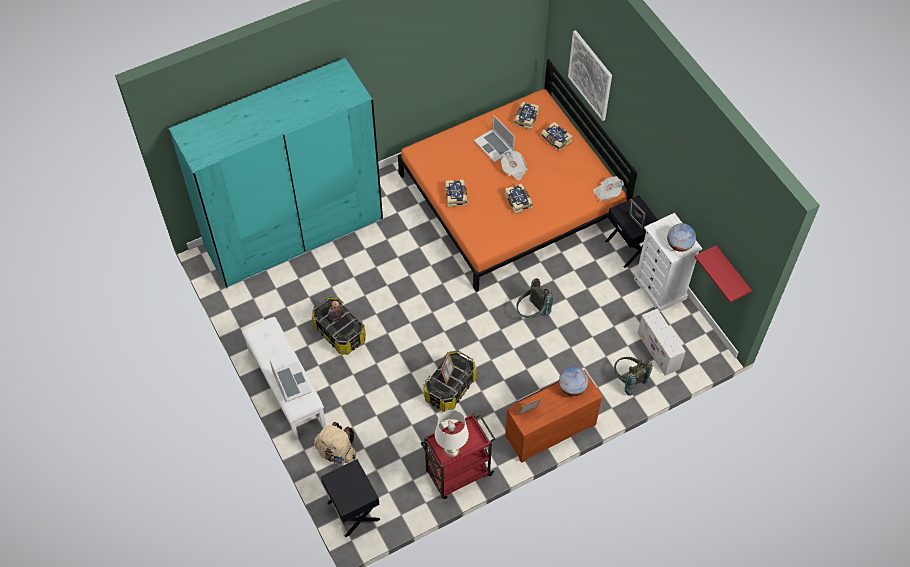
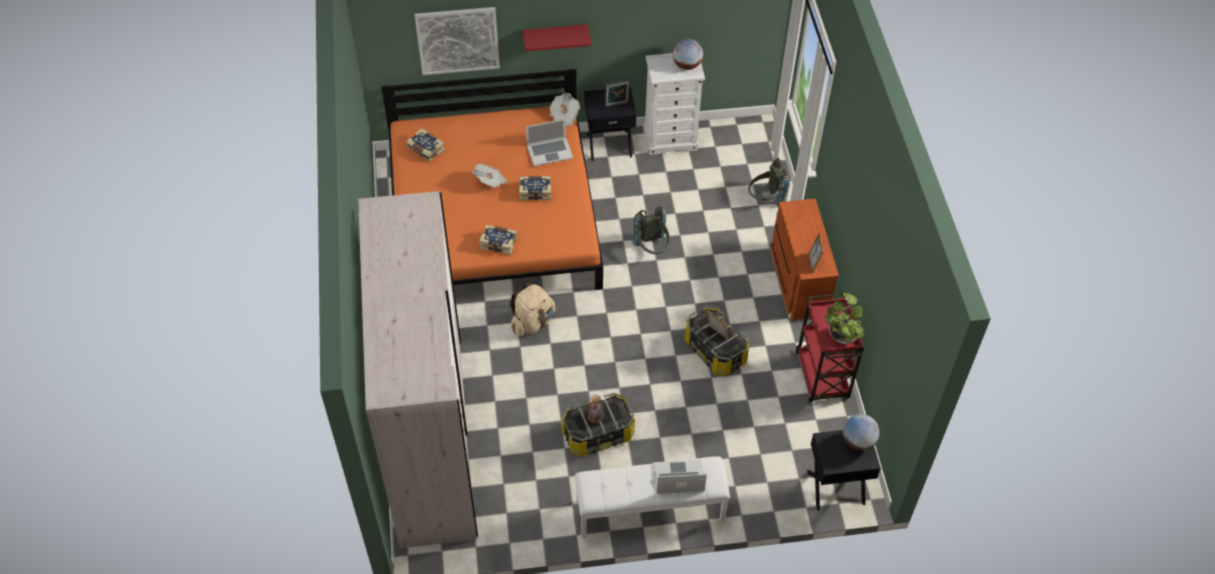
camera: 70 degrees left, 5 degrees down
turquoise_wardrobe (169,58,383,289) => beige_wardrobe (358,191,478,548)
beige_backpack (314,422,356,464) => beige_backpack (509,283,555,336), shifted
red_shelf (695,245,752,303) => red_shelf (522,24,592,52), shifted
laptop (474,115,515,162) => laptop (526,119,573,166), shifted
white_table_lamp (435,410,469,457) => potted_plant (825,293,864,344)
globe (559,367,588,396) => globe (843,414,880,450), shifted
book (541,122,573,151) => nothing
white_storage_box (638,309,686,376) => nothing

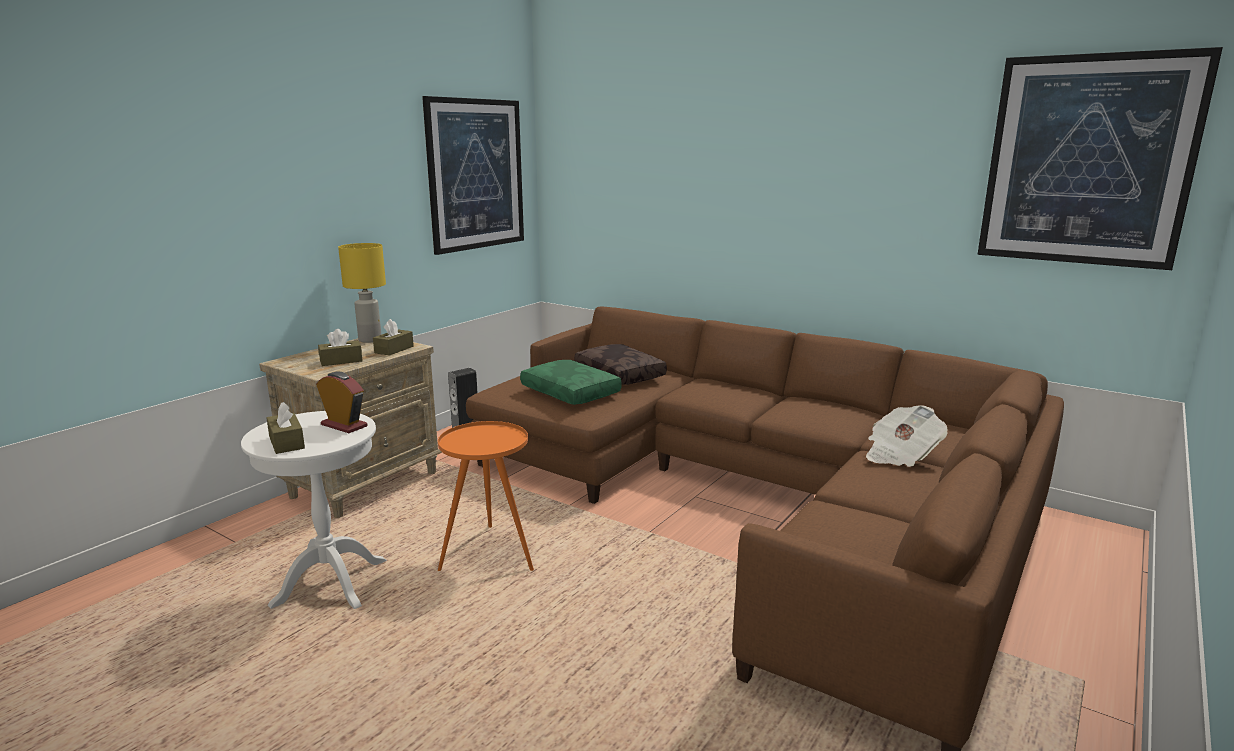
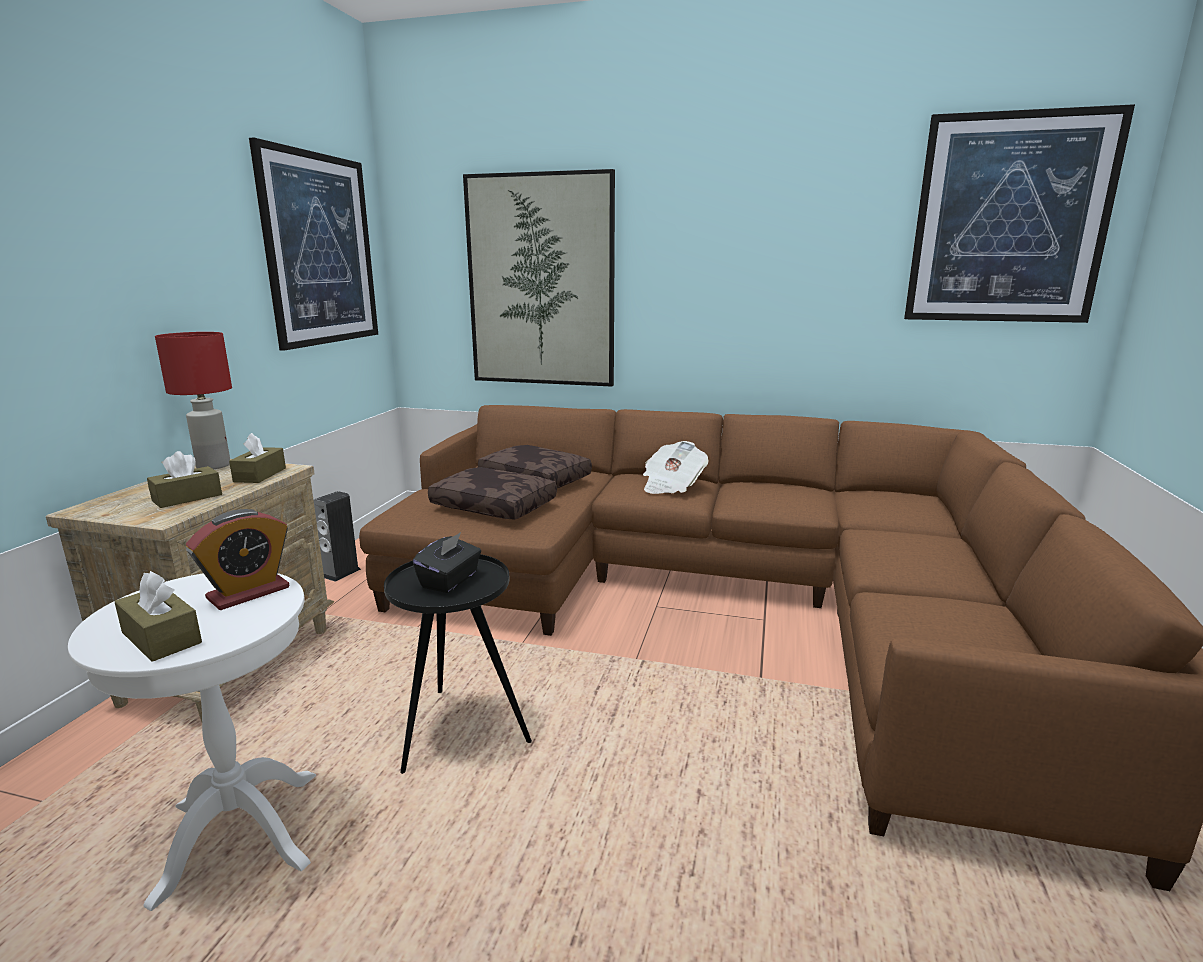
camera: 20 degrees left, 0 degrees up
yellow_table_lamp (338,243,386,343) => red_table_lamp (155,332,232,469)
alarm_clock (317,372,368,433) => alarm_clock (186,509,290,610), 120 degrees clockwise
orange_side_table (438,421,534,571) => black_side_table (384,554,532,774)
nothing => black_tissue_box (412,532,481,593)
green_pillow (520,360,622,405) => brown_pillow (428,467,557,519)
nothing => picture (463,169,615,387)
newspaper (866,405,948,467) => newspaper (643,441,709,494), shifted

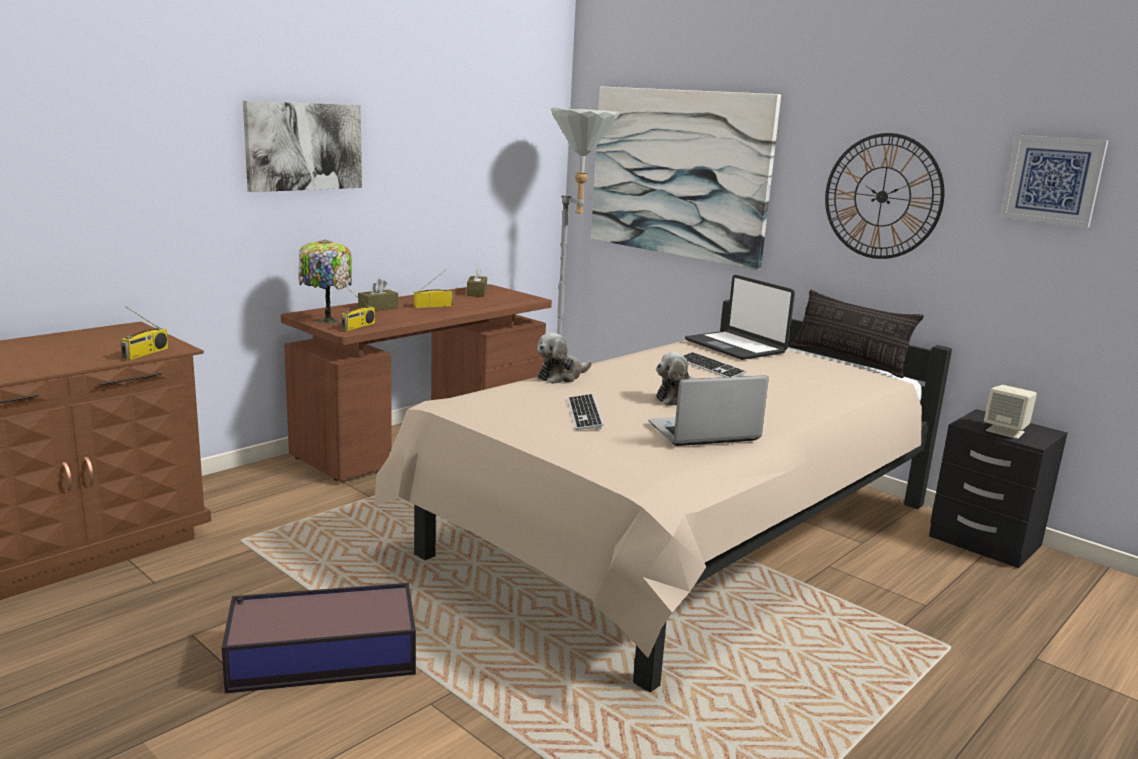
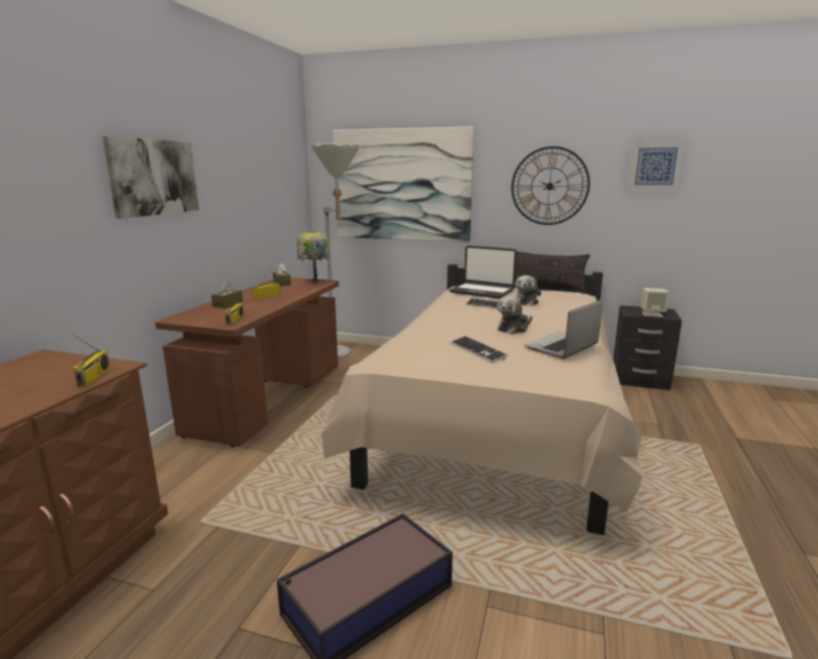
camera: 25 degrees left, 0 degrees up
table_lamp (299,240,352,324) => table_lamp (297,231,330,283), shifted
plush_toy (537,333,592,384) => plush_toy (514,275,541,306), shifted

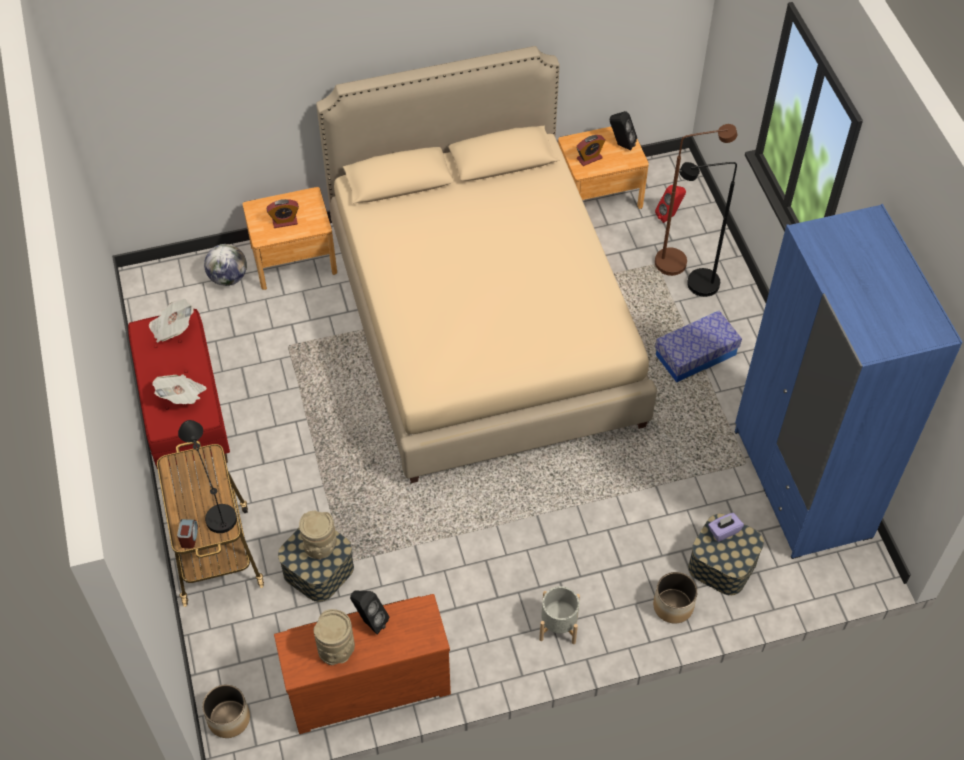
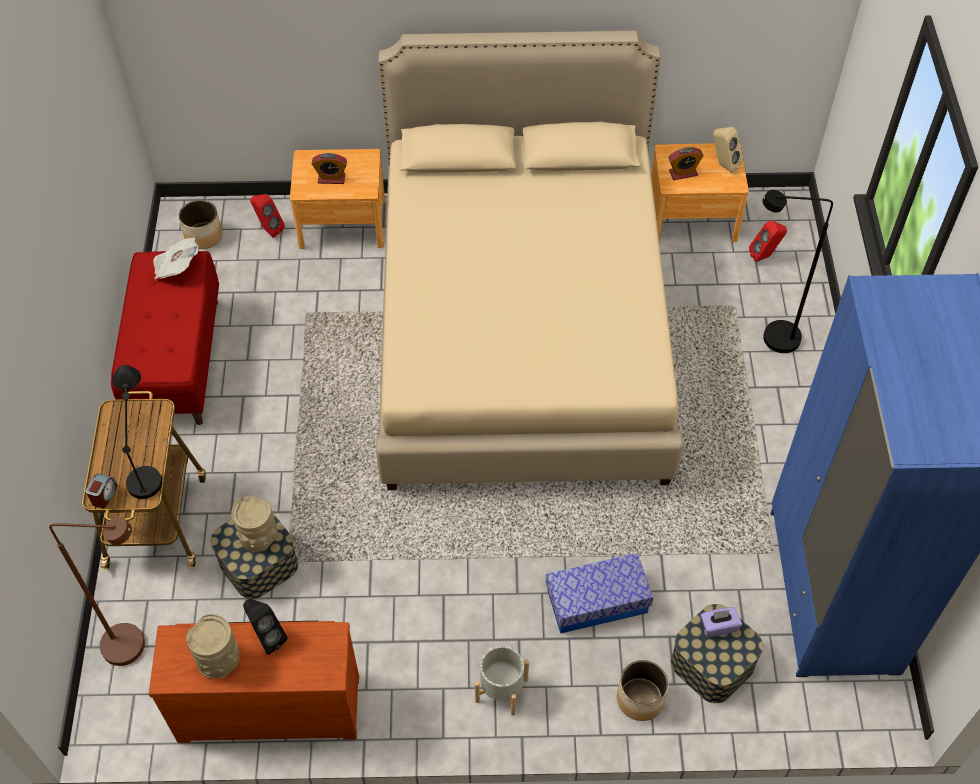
camera: 15 degrees right, 0 degrees up
brown_floor_lamp (655,124,737,276) => brown_floor_lamp (49,517,145,666), shifted
planter (202,685,250,738) => planter (179,200,223,249), shifted
globe (204,244,247,286) => red_speaker (250,194,285,238)
storage_box (655,311,742,383) => storage_box (546,553,653,634), shifted
black_speaker (610,111,637,151) => beige_speaker (713,127,743,173)
newspaper (152,374,207,404) => nothing

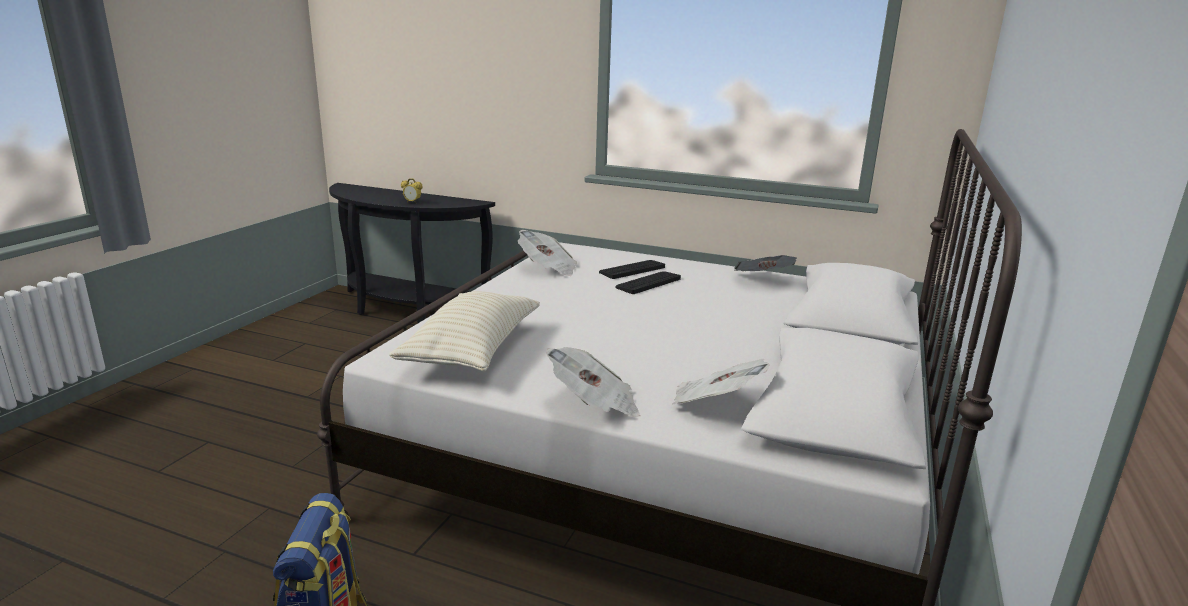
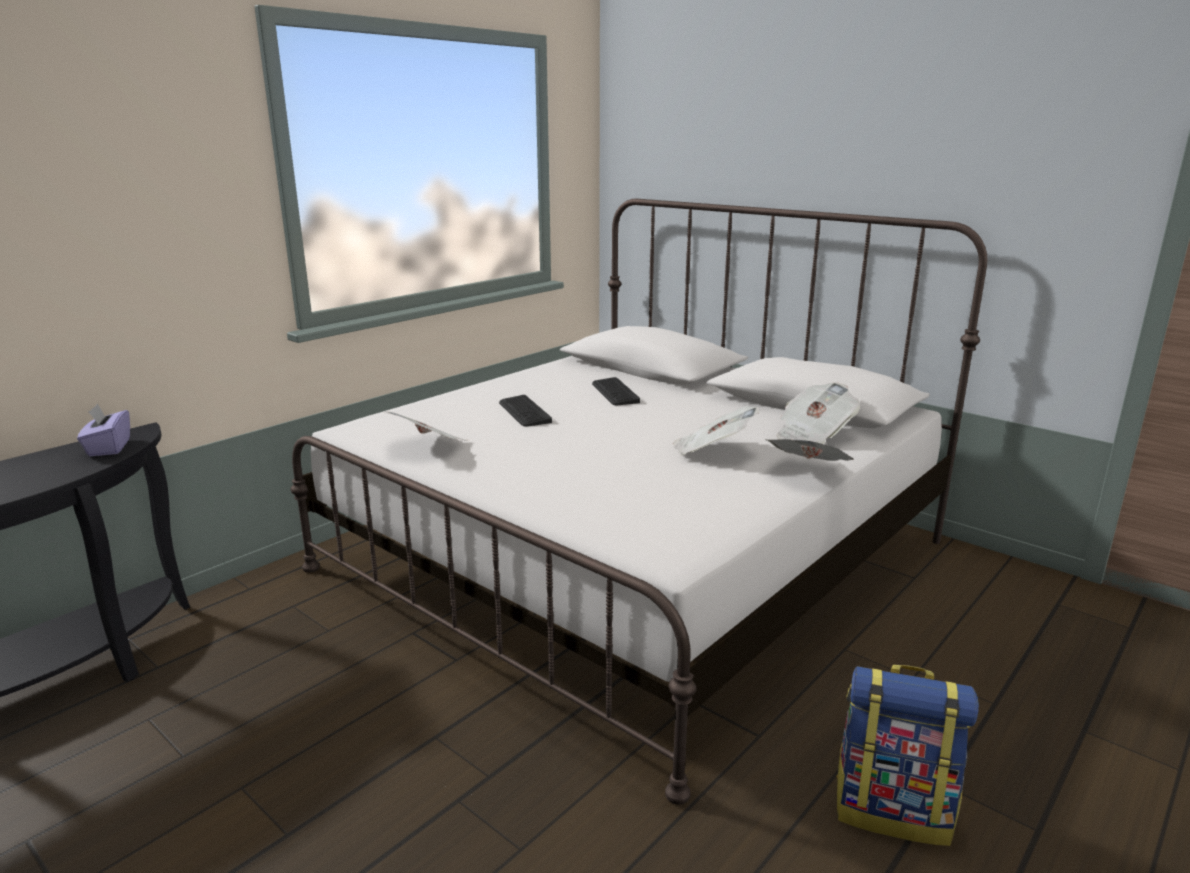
camera: 70 degrees left, 0 degrees up
nothing => purple_tissue_box (77,403,130,456)
keyboard (599,260,665,279) => keyboard (592,377,640,405), shifted
newspaper (734,255,797,271) => newspaper (673,406,759,456), shifted
beige_pillow (389,291,540,372) => nothing
alarm_clock (401,178,422,203) => nothing

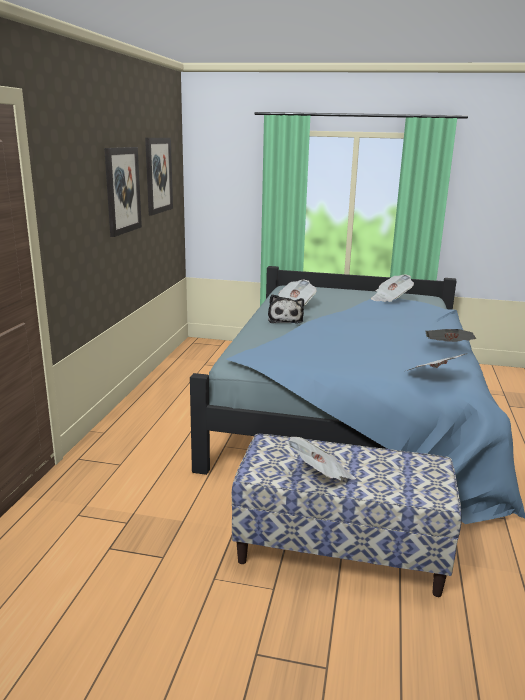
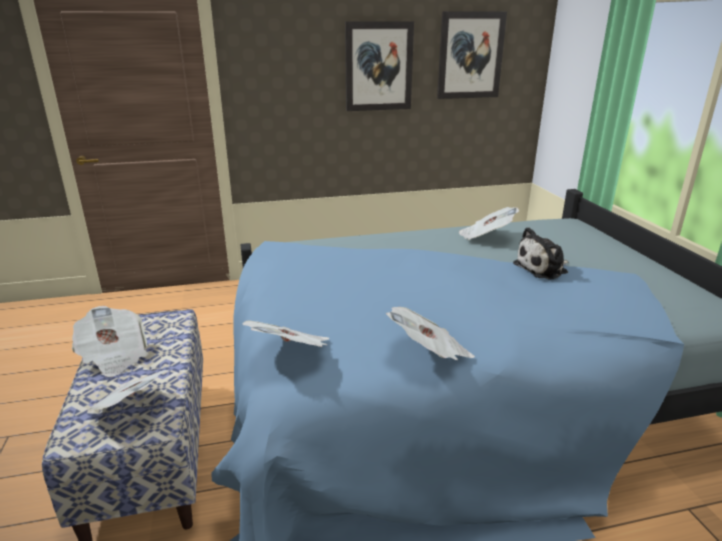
camera: 65 degrees right, 5 degrees up
newspaper (371,275,414,302) => newspaper (88,370,168,410), shifted
plush_toy (268,294,304,324) => plush_toy (513,227,568,280), shifted

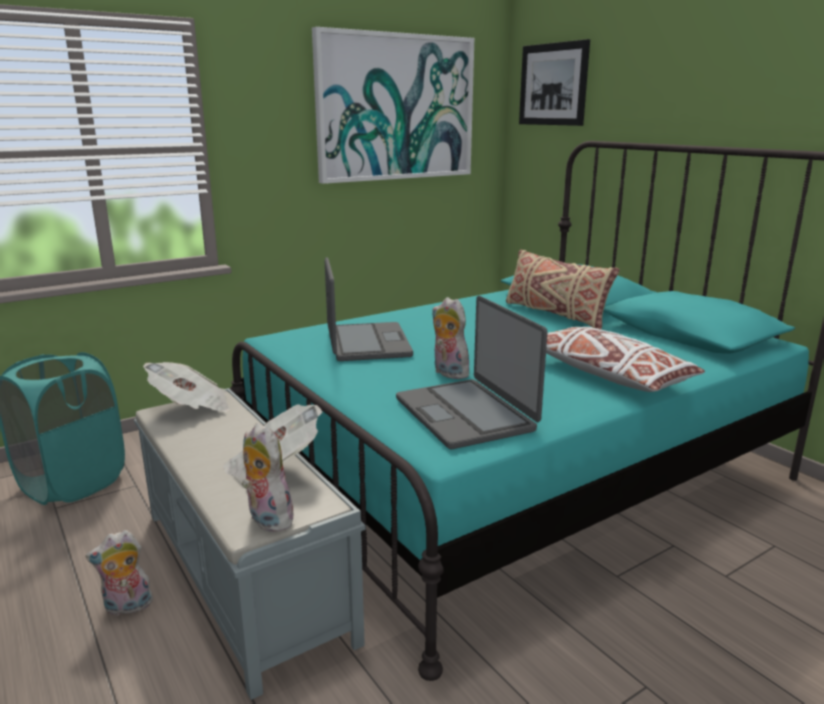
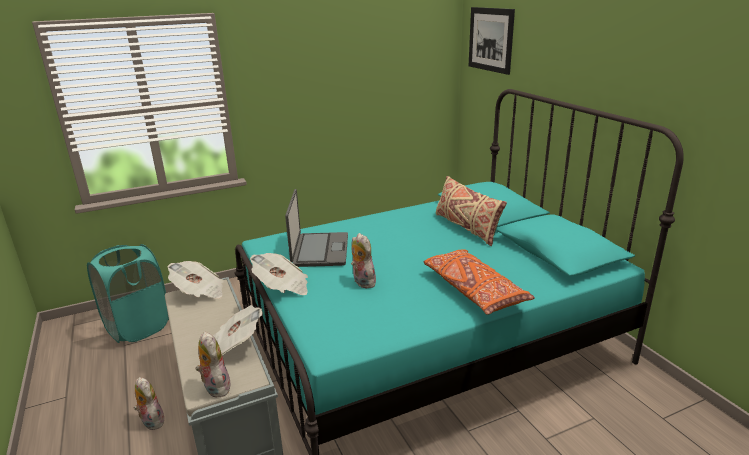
camera: 10 degrees right, 5 degrees up
plush_toy (86,530,154,616) => plush_toy (134,377,164,430), 60 degrees clockwise
nothing => newspaper (250,253,308,295)
white_pillow (546,327,705,392) => orange_pillow (424,249,535,315)
picture (312,27,474,184) => nothing
laptop (396,296,548,449) => nothing

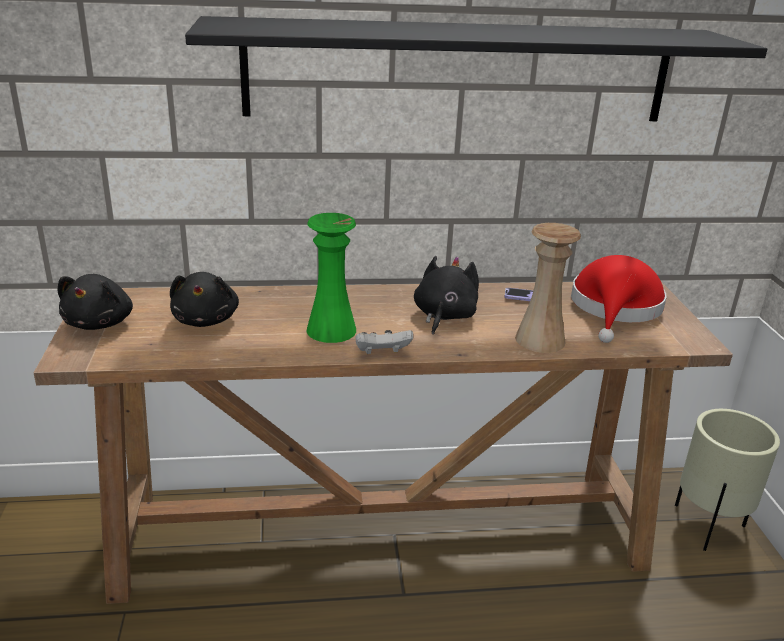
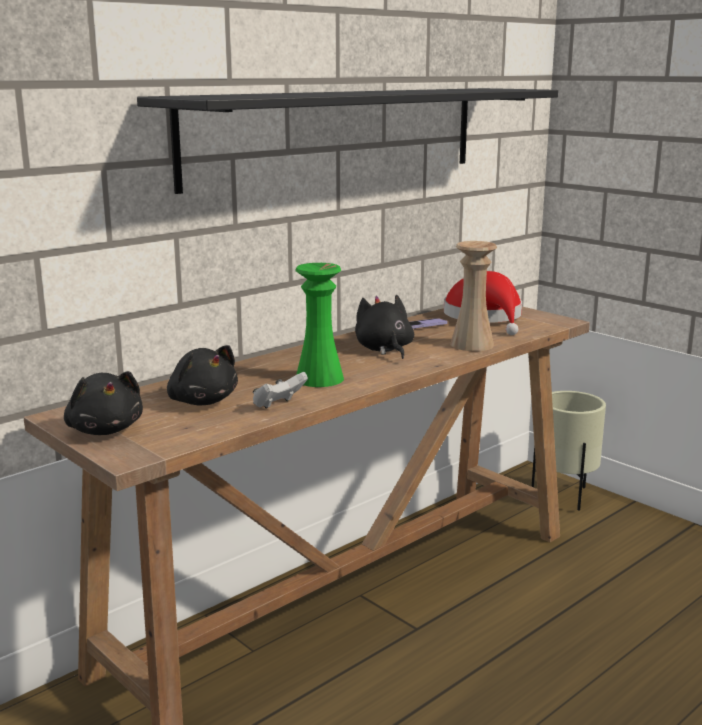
camera: 35 degrees left, 10 degrees down
white_game_controller (355,330,413,354) => white_game_controller (253,372,308,408), shifted

